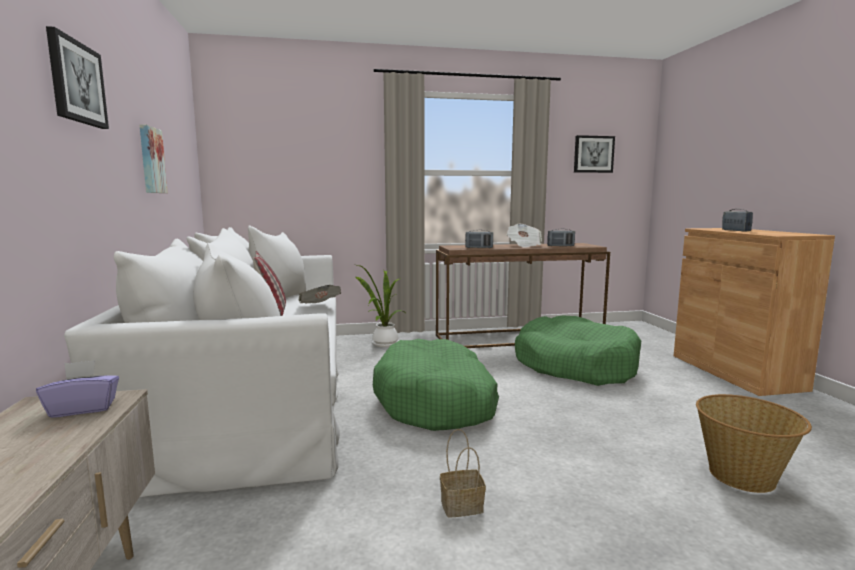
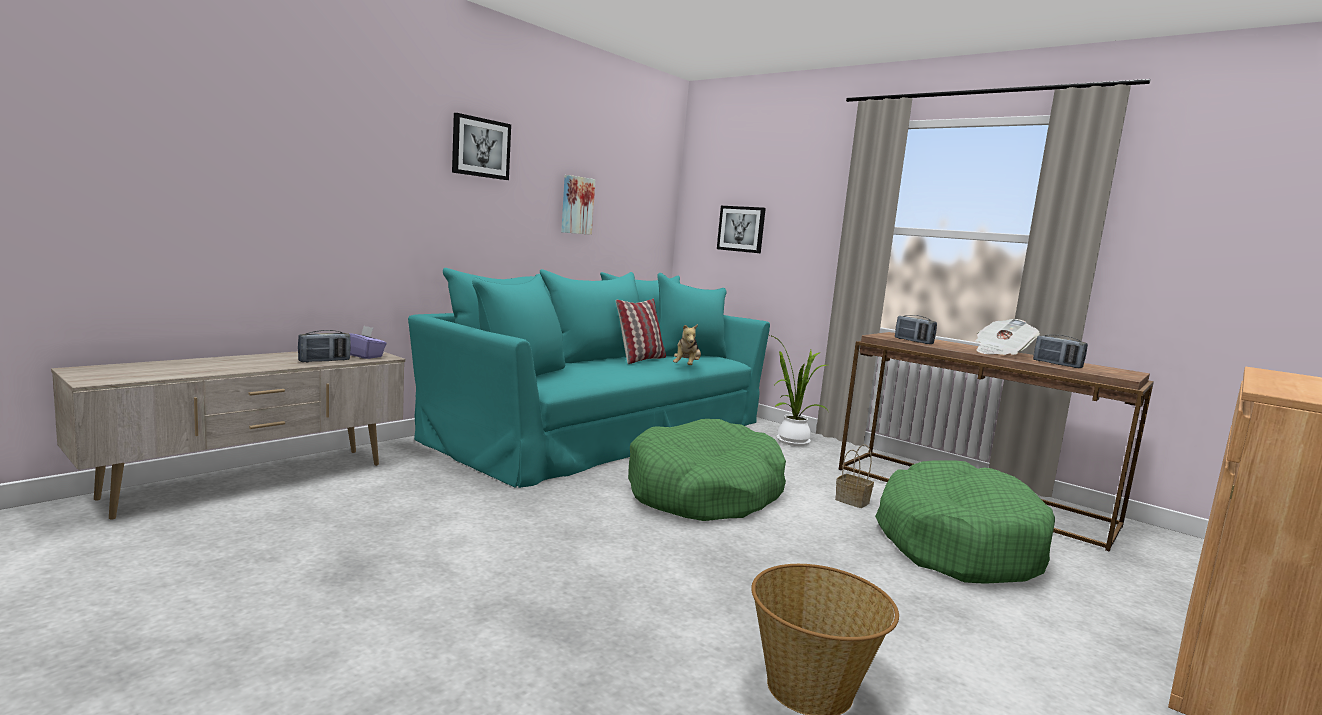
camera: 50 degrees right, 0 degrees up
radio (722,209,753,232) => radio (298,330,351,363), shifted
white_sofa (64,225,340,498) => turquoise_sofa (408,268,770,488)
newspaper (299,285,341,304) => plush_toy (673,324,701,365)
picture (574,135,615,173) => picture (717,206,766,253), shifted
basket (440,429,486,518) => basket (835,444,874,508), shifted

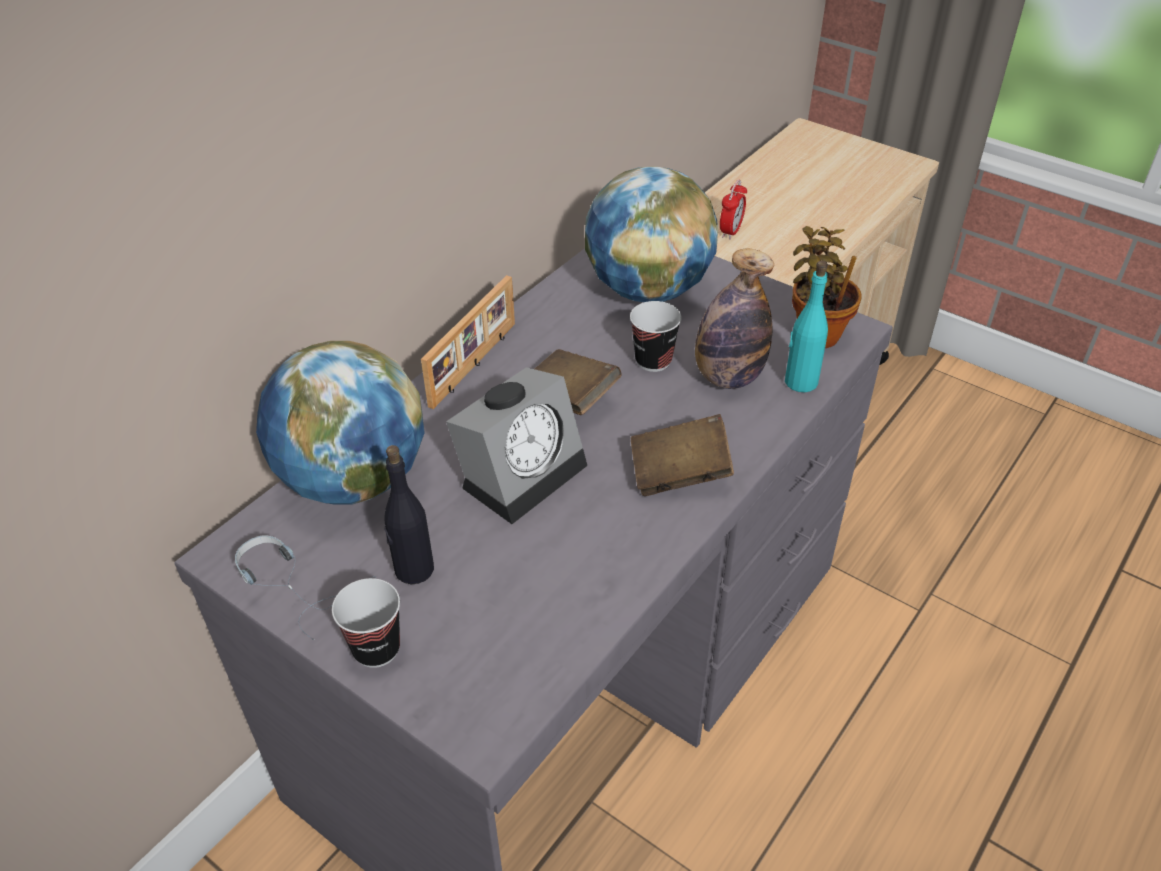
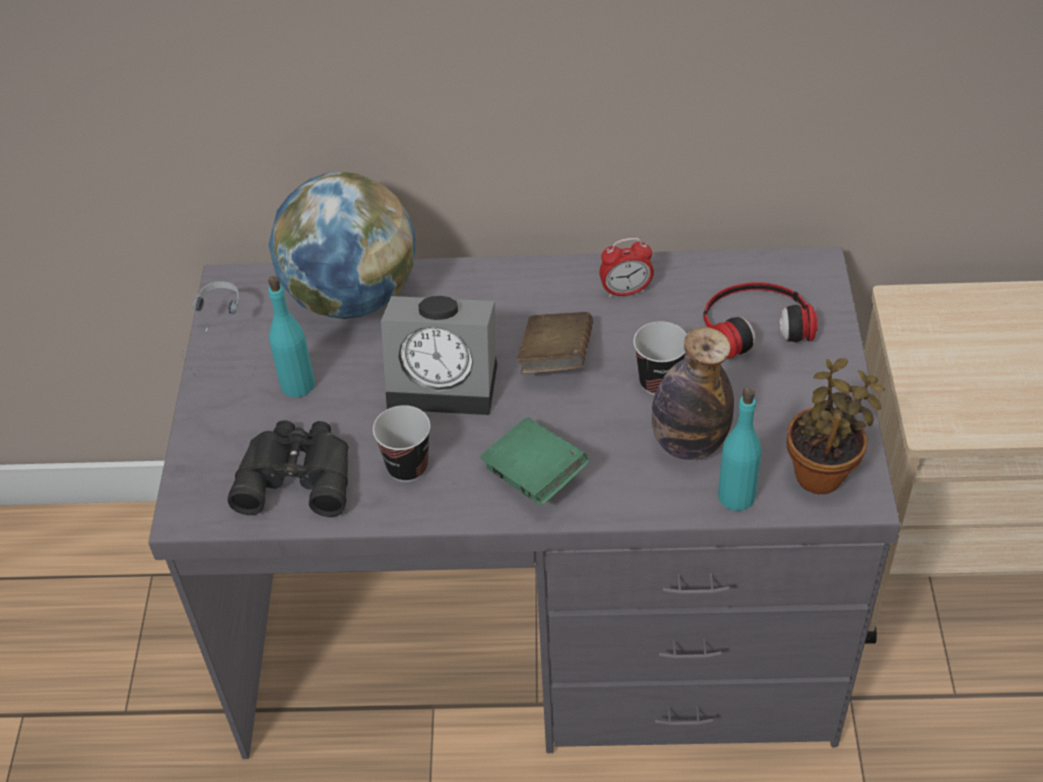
camera: 55 degrees right, 5 degrees up
nothing => black_binoculars (227,420,349,517)
black_bottle (384,445,434,584) => turquoise_bottle (268,276,315,397)
cup (332,578,400,668) => cup (373,405,430,482), shifted
brown_book (631,414,734,496) => green_book (480,418,589,505)
alarm_clock (720,180,747,240) => alarm_clock (599,238,654,298), shifted
globe (585,166,718,302) => headphones (703,282,818,359)
picture_frame (421,275,515,409) => nothing

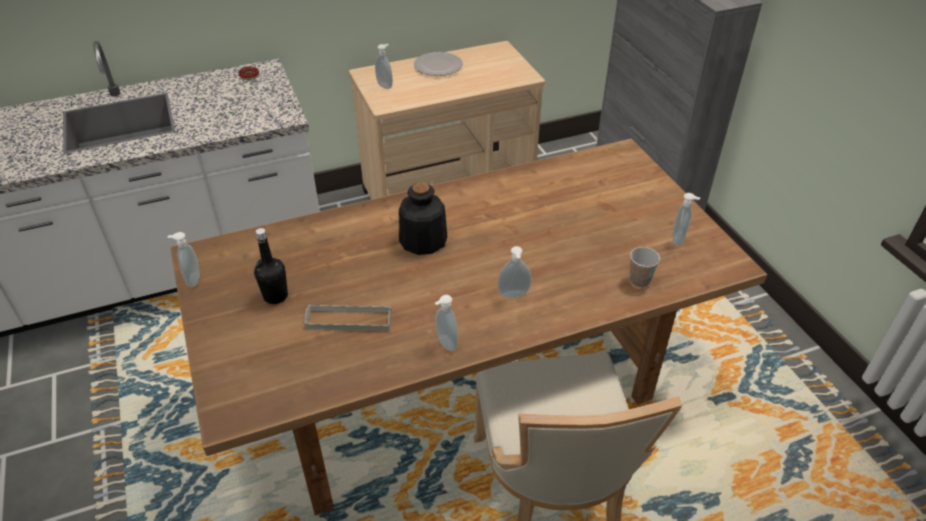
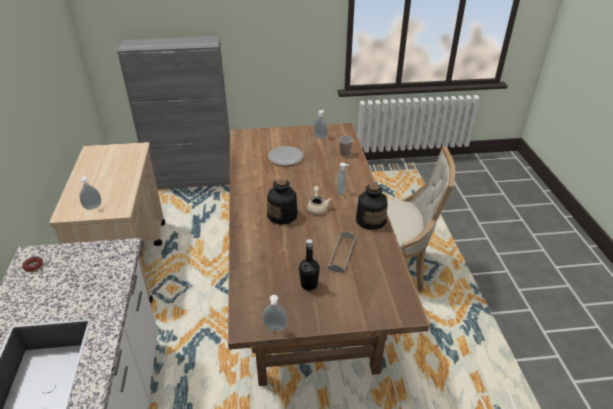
camera: 75 degrees left, 5 degrees down
plate (414,52,463,76) => plate (268,146,303,165), shifted
nothing => beige_teapot (307,186,332,215)
soap_dispenser (435,295,458,351) => bottle (356,184,388,230)

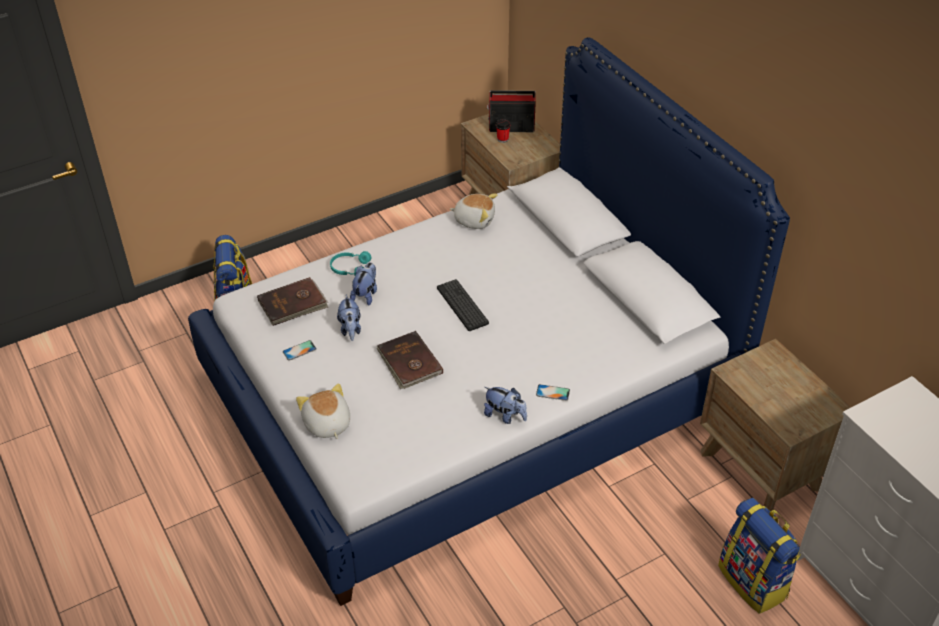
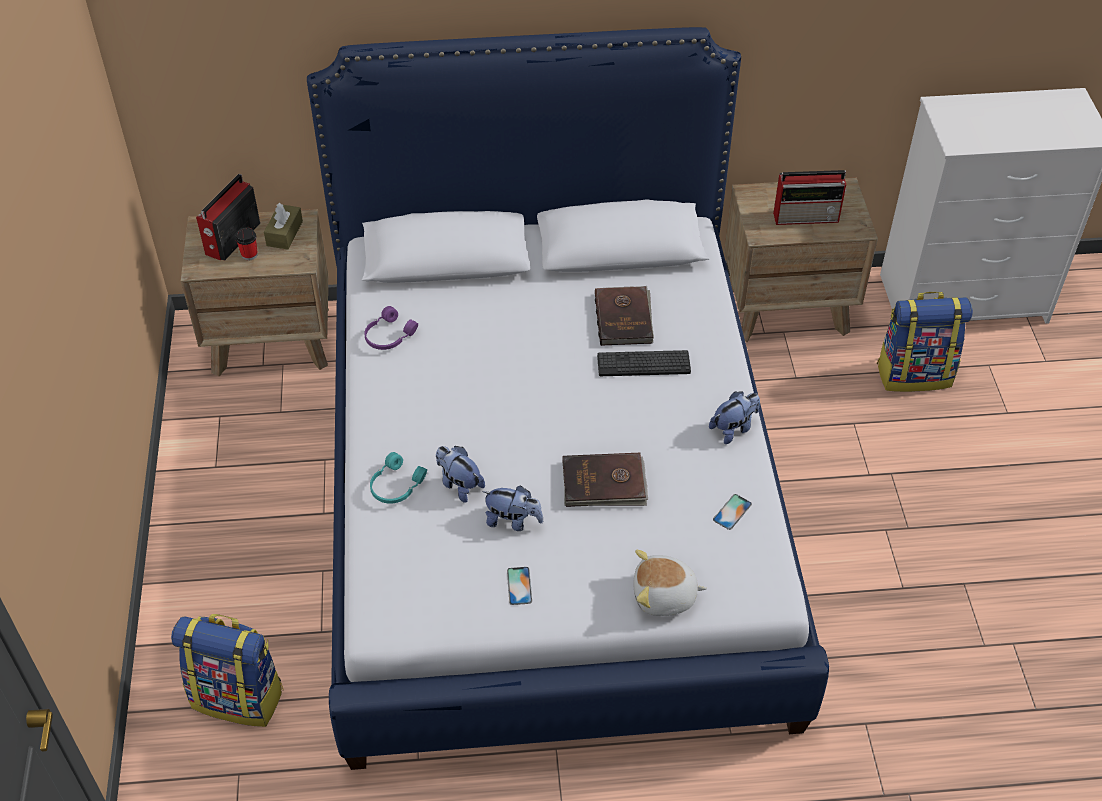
camera: 65 degrees left, 5 degrees up
nothing => brown_tissue_box (264,203,303,249)
plush_toy (450,194,498,229) => purple_headphones (364,306,418,350)
brown_book (257,277,328,326) => brown_book (595,286,654,346), shifted
keyboard (437,279,489,331) => keyboard (597,350,691,376), shifted
phone (536,384,570,401) => phone (713,494,752,530), shifted
nothing => radio (773,170,846,225)

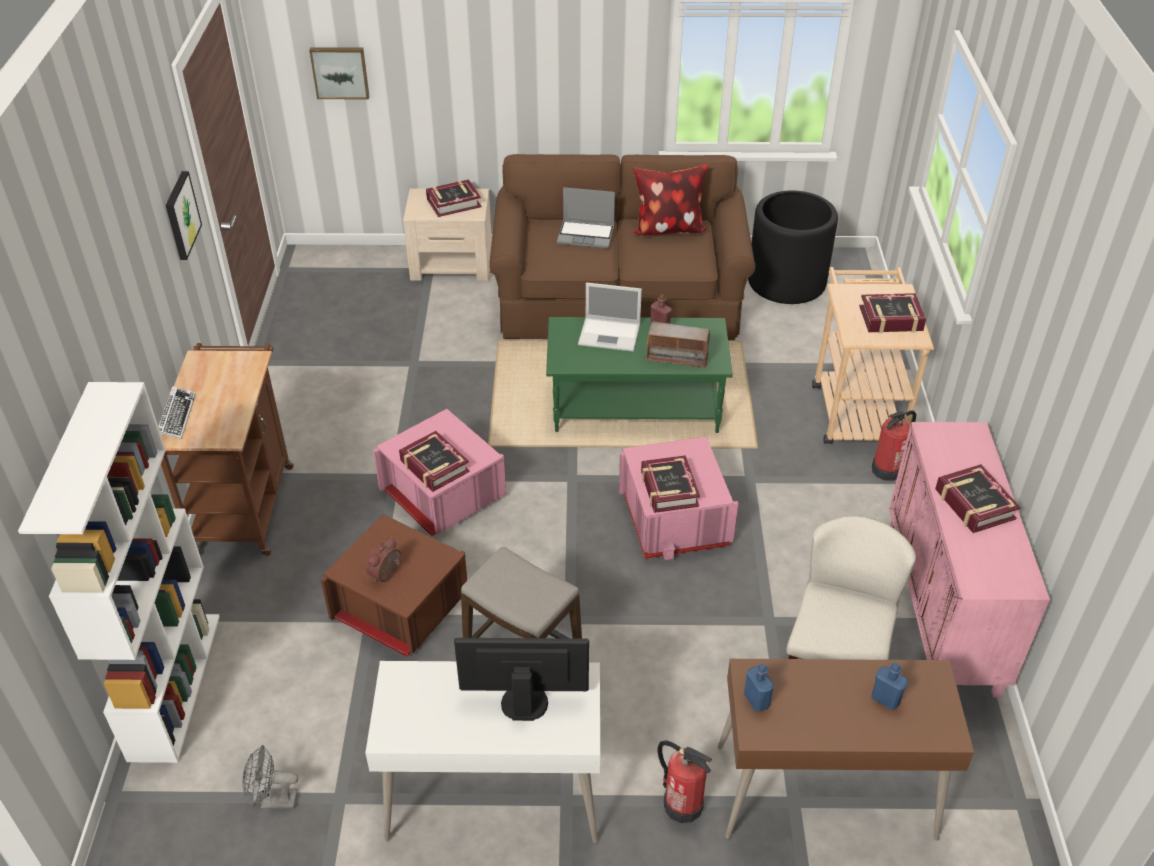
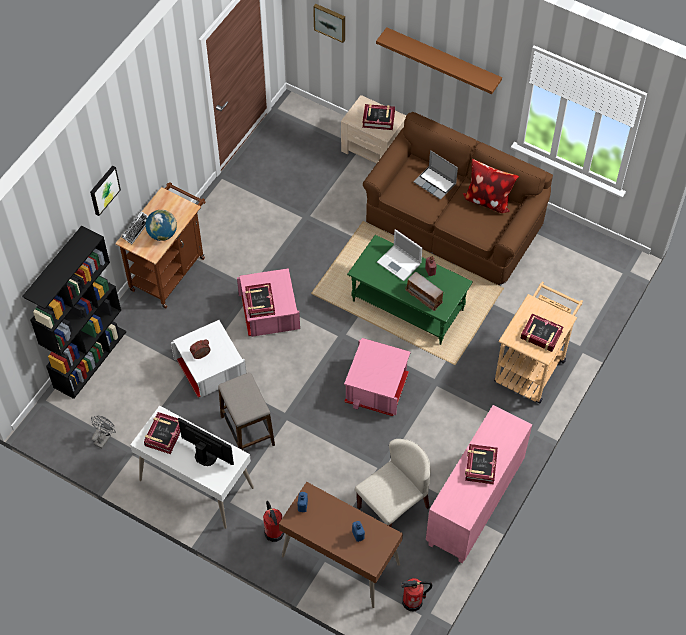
camera: 30 degrees right, 15 degrees up
white_bookcase (18,382,220,763) => black_bookcase (22,226,126,399)
picture (165,171,202,260) => picture (90,165,121,216), shifted
grey_fan (242,745,298,809) => grey_fan (91,416,116,448), 90 degrees clockwise
book (641,455,700,513) => book (144,412,181,454), shifted
nothing => globe (145,210,177,241)
brown_storage_box (321,514,467,657) => white_storage_box (171,320,246,398)
nothing => brown_shelf (376,27,502,94)
fire_extinguisher (872,411,916,481) => fire_extinguisher (401,578,432,612), shifted
black_planter (748,191,838,304) => nothing

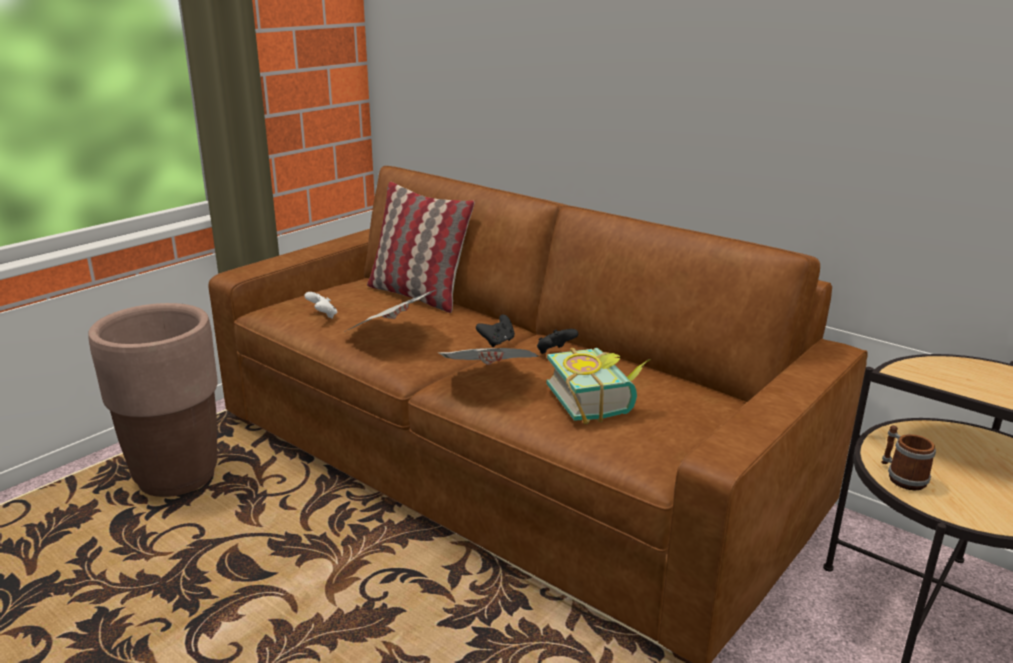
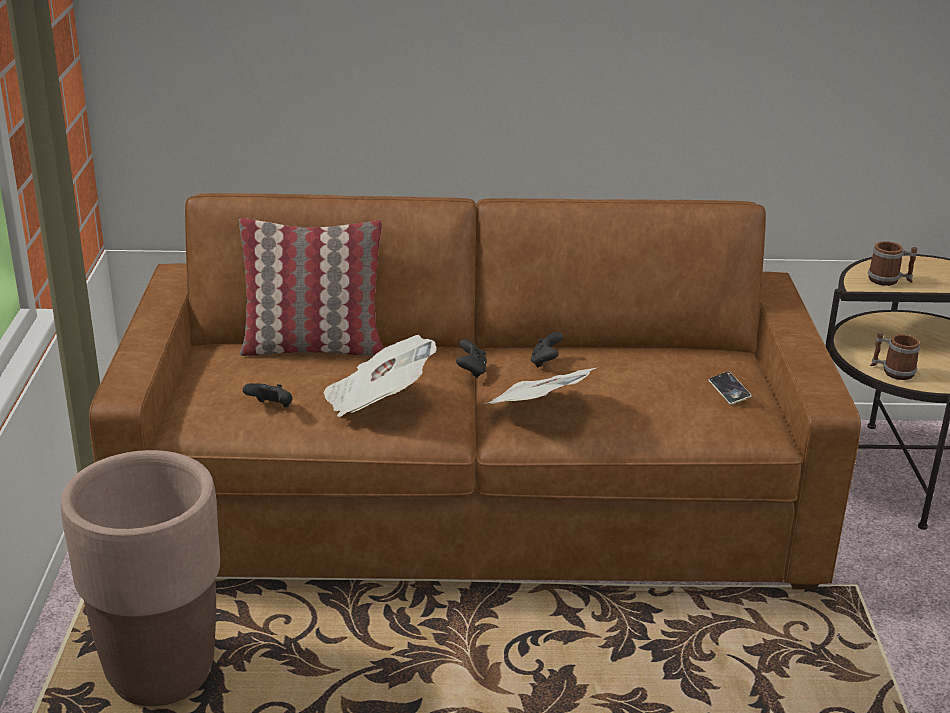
camera: 40 degrees left, 5 degrees up
white_game_controller (304,292,337,319) => black_game_controller (242,383,293,407)
nothing => phone (709,371,752,405)
nothing => mug (868,241,917,286)
book (546,348,651,424) => nothing

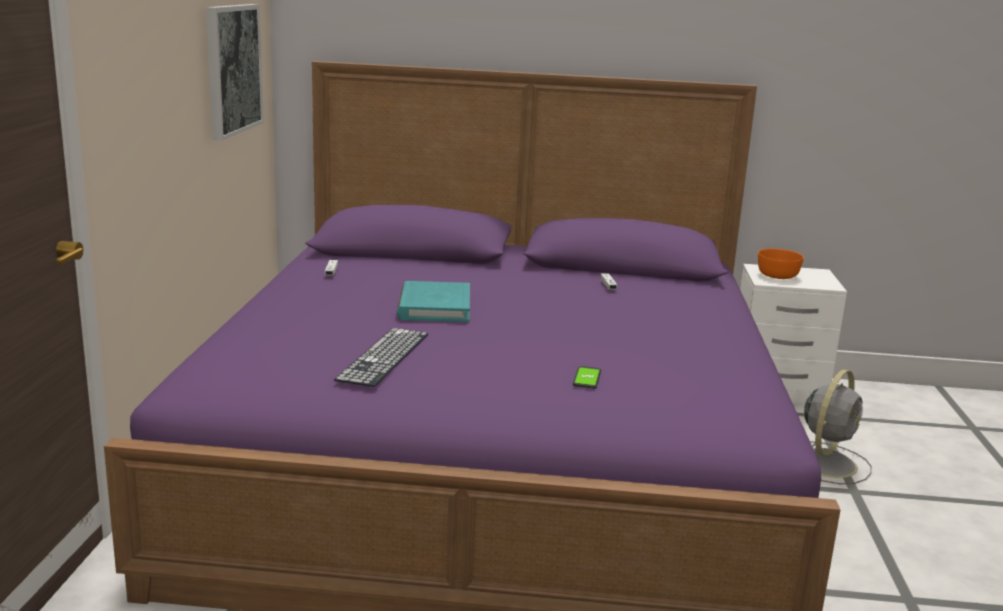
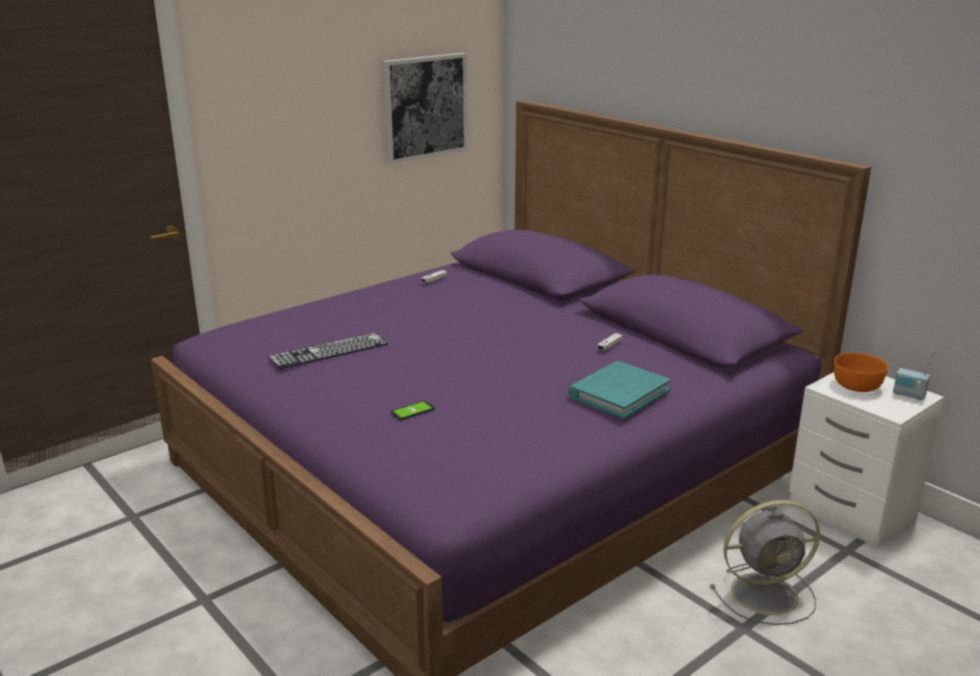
camera: 45 degrees right, 5 degrees up
turquoise_book (397,281,470,322) => turquoise_book (569,361,671,419), shifted
nothing => radio (893,350,935,400)

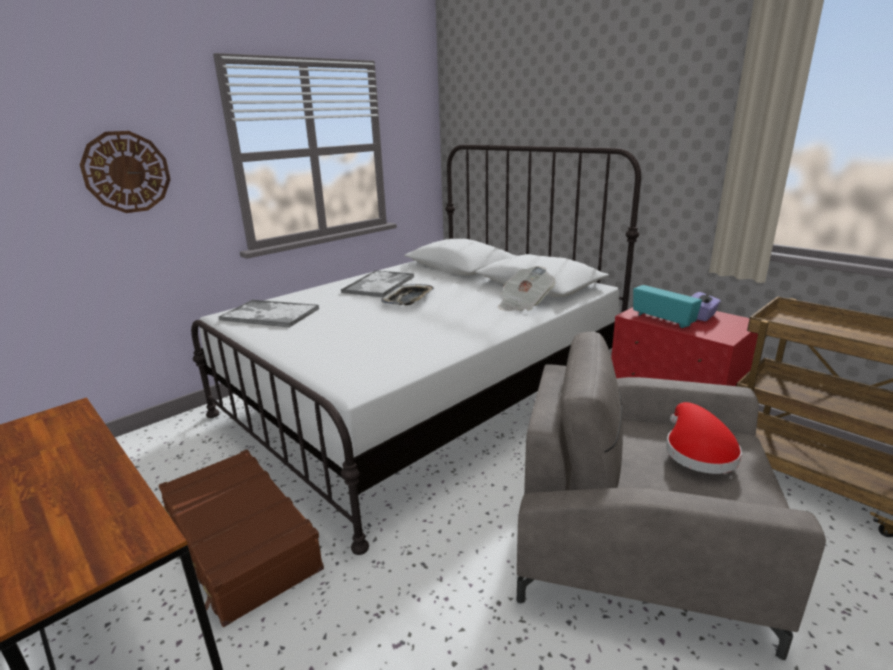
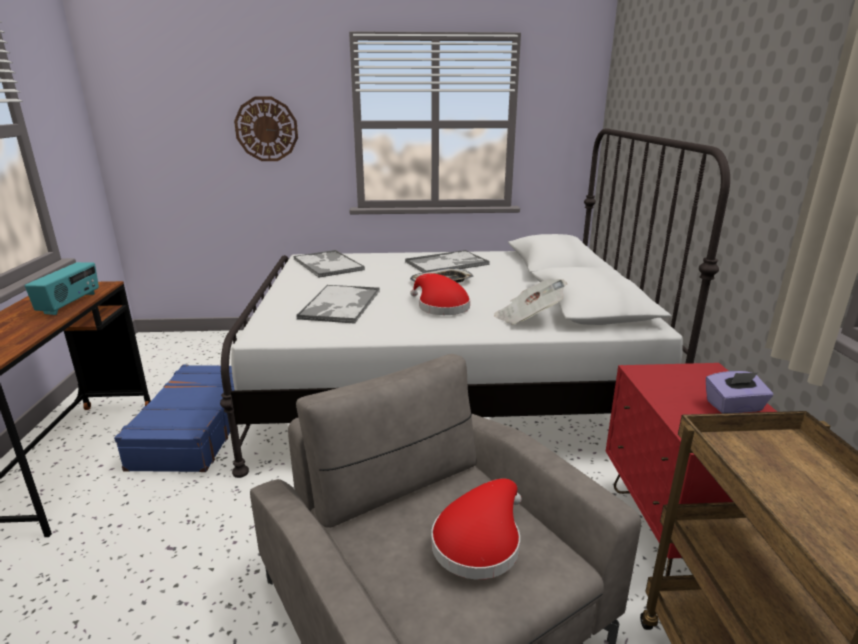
camera: 40 degrees right, 0 degrees up
radio (633,285,702,328) => radio (25,262,99,315), shifted
brown_suitcase (158,450,324,627) => blue_suitcase (114,364,235,472)
nothing => tray (296,285,380,324)
nothing => red_hat (410,273,470,315)

